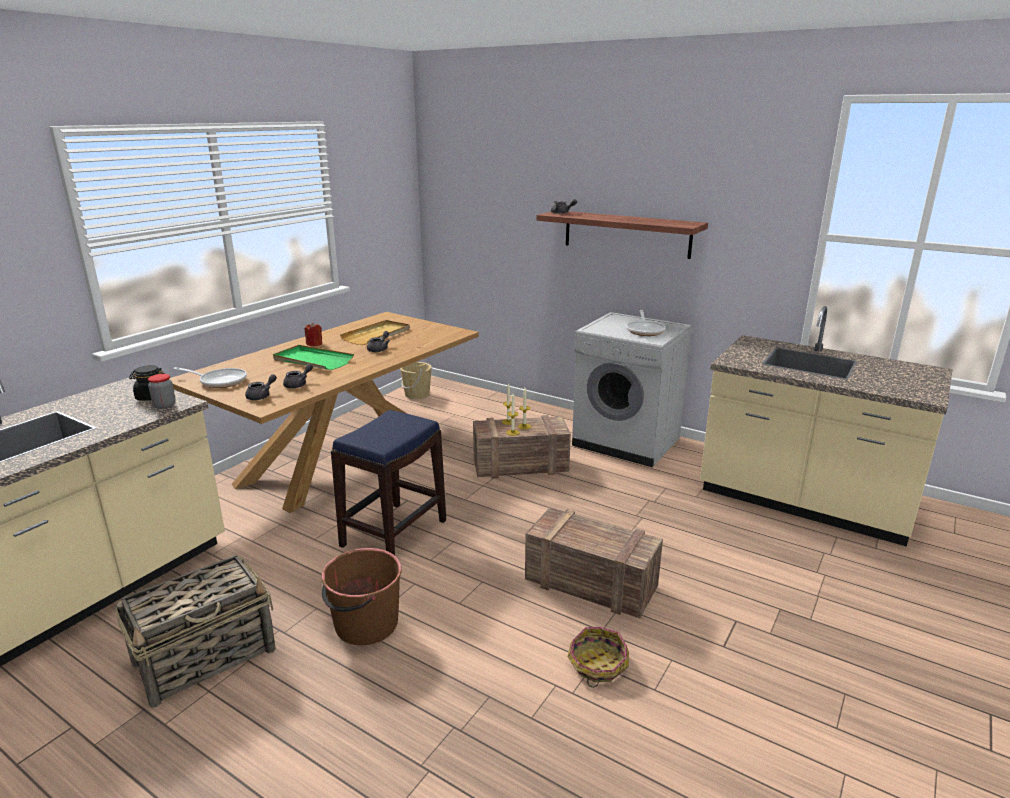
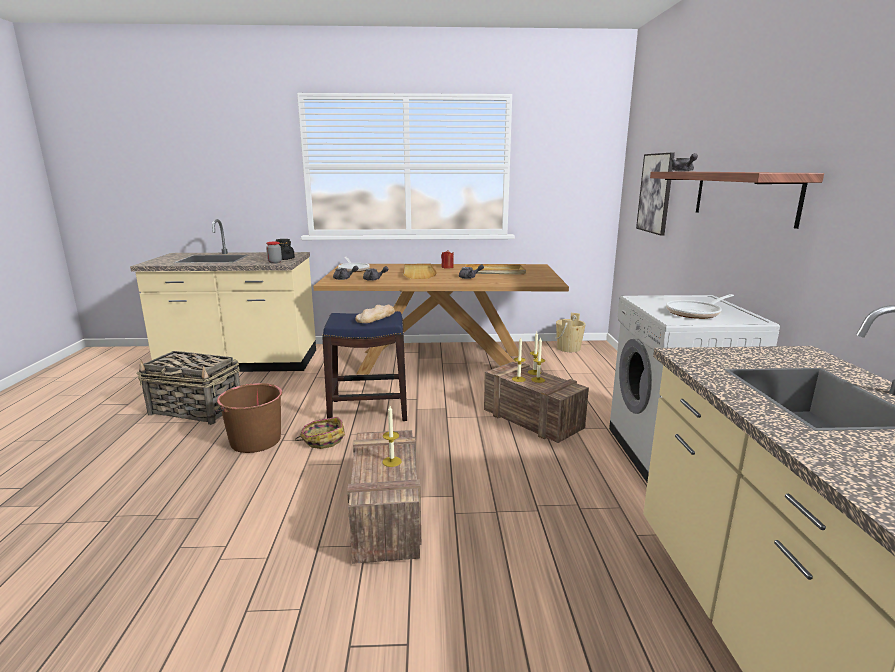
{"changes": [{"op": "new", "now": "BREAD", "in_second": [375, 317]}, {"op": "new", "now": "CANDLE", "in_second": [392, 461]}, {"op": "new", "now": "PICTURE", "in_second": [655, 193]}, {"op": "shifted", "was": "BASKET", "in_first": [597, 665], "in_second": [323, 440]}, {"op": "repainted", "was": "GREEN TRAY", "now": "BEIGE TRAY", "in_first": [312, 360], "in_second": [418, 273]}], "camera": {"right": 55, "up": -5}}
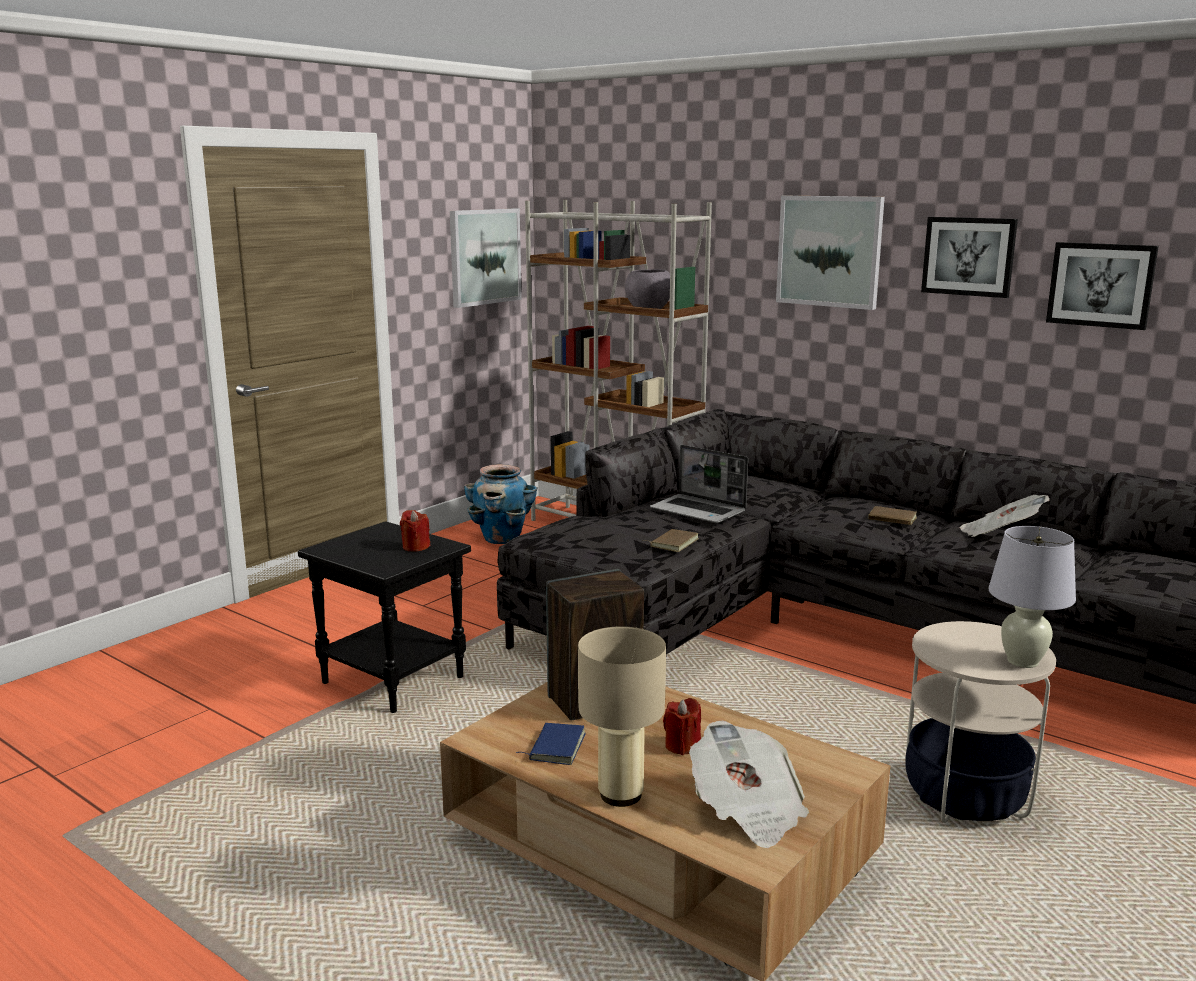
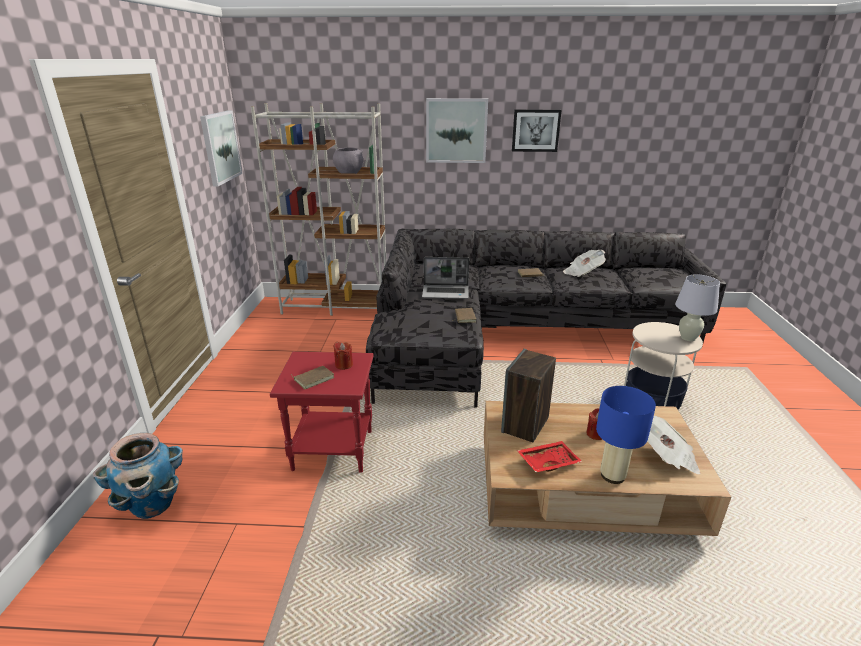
{"changes": [{"op": "gone", "was": "PICTURE", "in_first": [1101, 285]}, {"op": "new", "now": "BROWN BOOK", "in_second": [313, 378]}, {"op": "shifted", "was": "PLANTER", "in_first": [502, 538], "in_second": [153, 505]}, {"op": "swapped", "was": "BLUE BOOK", "now": "RED TRAY", "in_first": [555, 746], "in_second": [547, 462]}, {"op": "repainted", "was": "BLACK SIDE TABLE", "now": "RED SIDE TABLE", "in_first": [390, 681], "in_second": [332, 451]}, {"op": "repainted", "was": "BEIGE TABLE LAMP", "now": "BLUE TABLE LAMP", "in_first": [620, 794], "in_second": [612, 475]}], "camera": {"right": -35, "up": 10}}
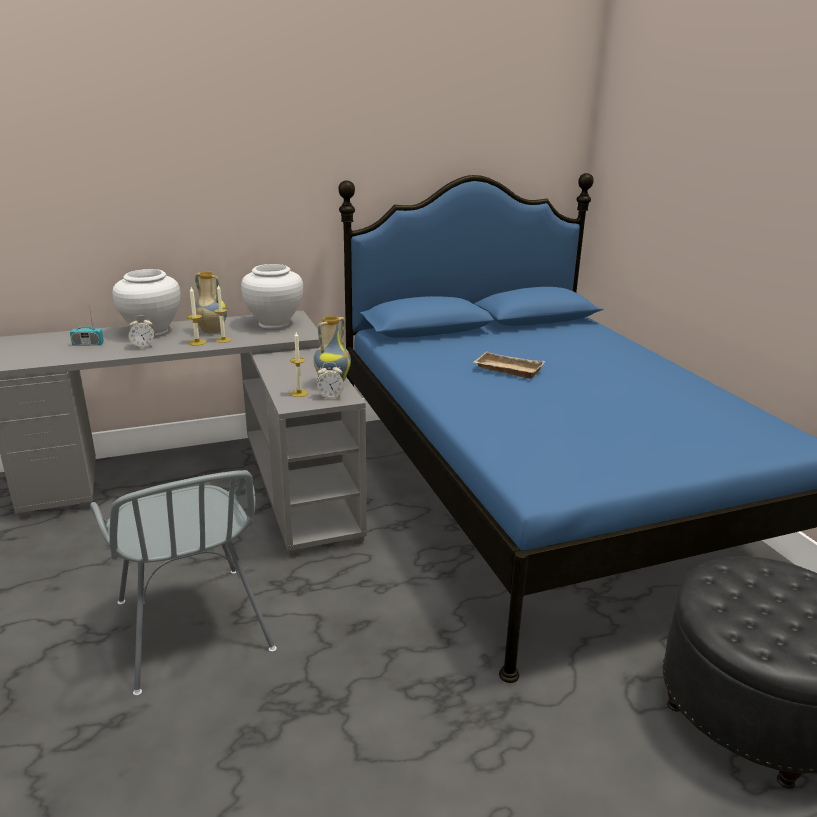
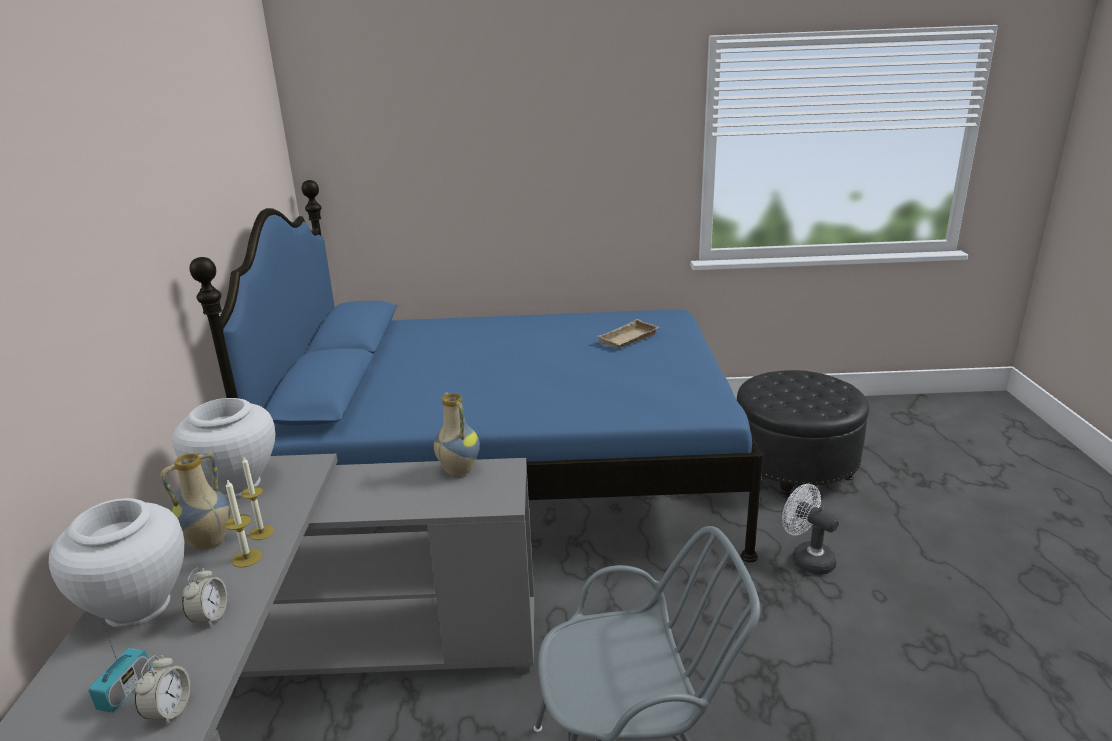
{"changes": [{"op": "gone", "was": "CANDLE", "in_first": [299, 393]}, {"op": "new", "now": "WHITE FAN", "in_second": [807, 558]}, {"op": "shifted", "was": "ALARM CLOCK", "in_first": [330, 396], "in_second": [169, 711]}, {"op": "shifted", "was": "BEIGE TRAY", "in_first": [507, 370], "in_second": [629, 339]}], "camera": {"right": -70, "up": 0}}
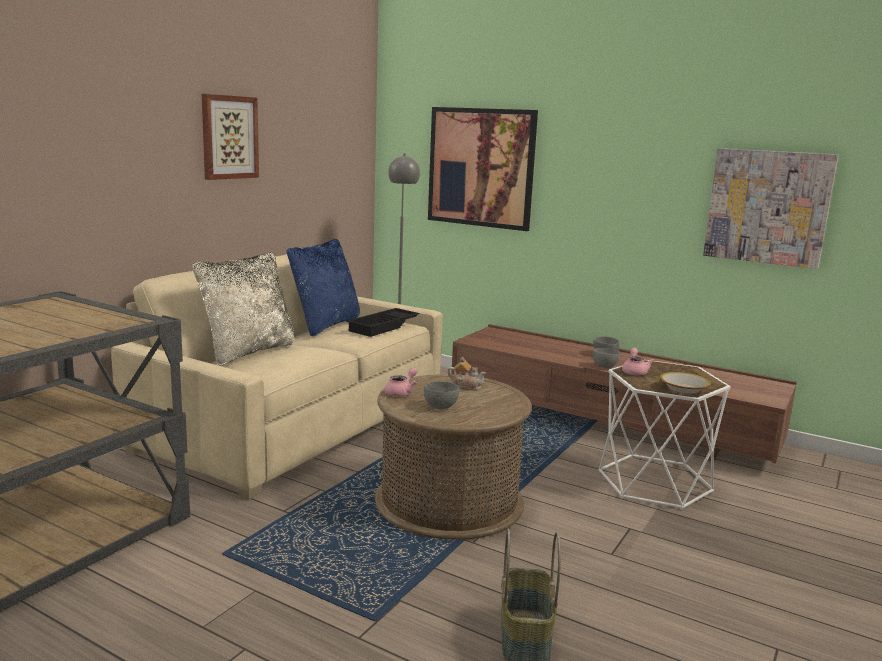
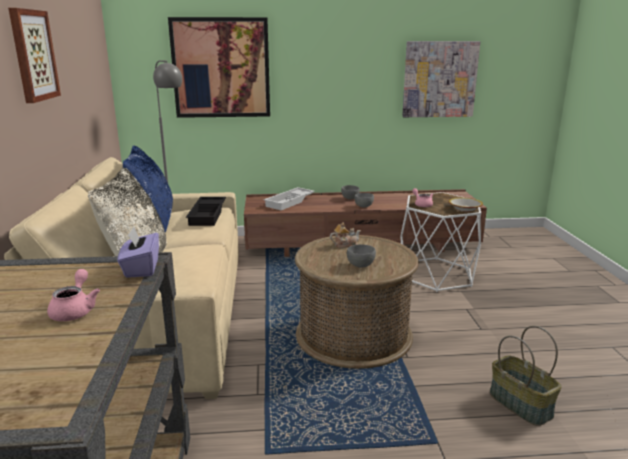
{"changes": [{"op": "new", "now": "PURPLE TISSUE BOX", "in_second": [141, 268]}, {"op": "new", "now": "WHITE TRAY", "in_second": [290, 202]}, {"op": "shifted", "was": "PINK TEAPOT", "in_first": [401, 392], "in_second": [75, 310]}], "camera": {"right": -35, "up": 5}}
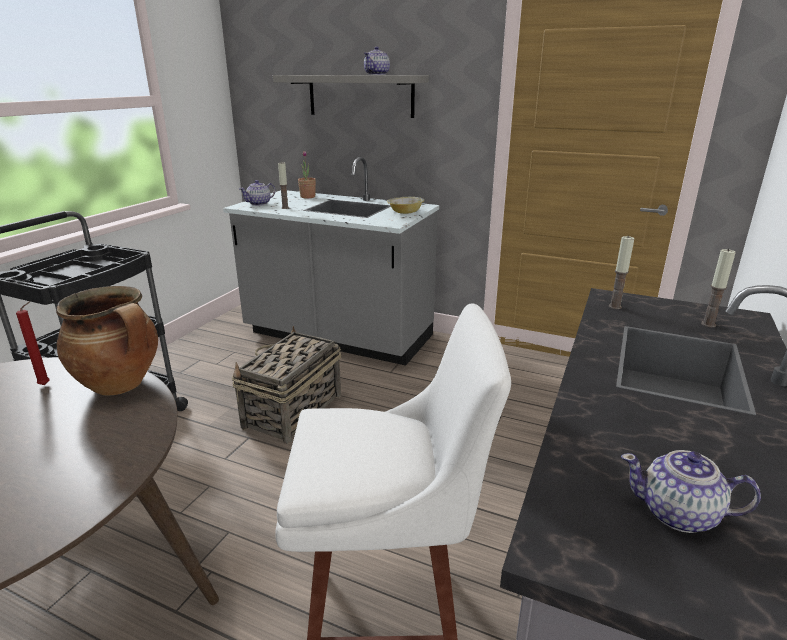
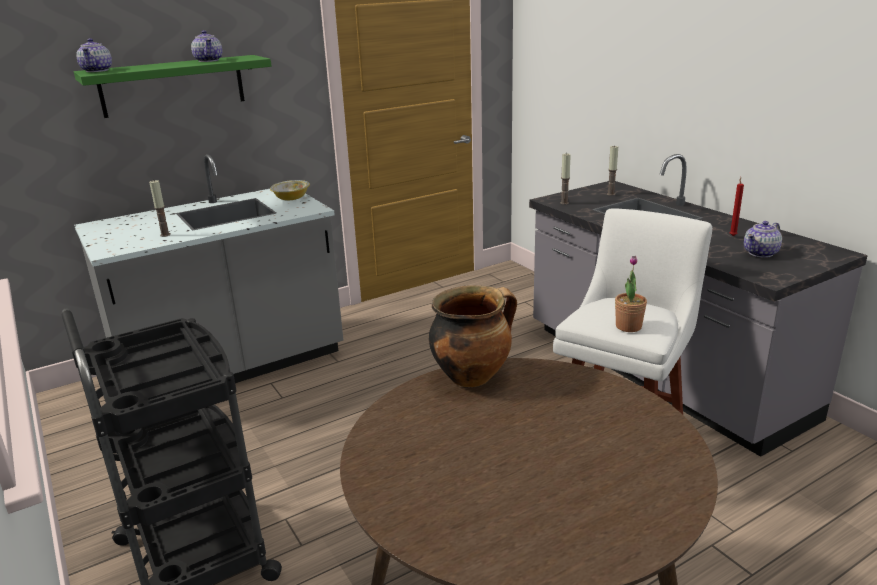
{"changes": [{"op": "gone", "was": "BASKET", "in_first": [292, 411]}, {"op": "shifted", "was": "RED CANDLE", "in_first": [46, 385], "in_second": [733, 235]}, {"op": "shifted", "was": "TEAPOT", "in_first": [259, 203], "in_second": [97, 70]}, {"op": "shifted", "was": "POTTED PLANT", "in_first": [307, 197], "in_second": [628, 326]}, {"op": "repainted", "was": "GREY SHELF", "now": "GREEN SHELF", "in_first": [360, 96], "in_second": [173, 86]}], "camera": {"right": -55, "up": 0}}
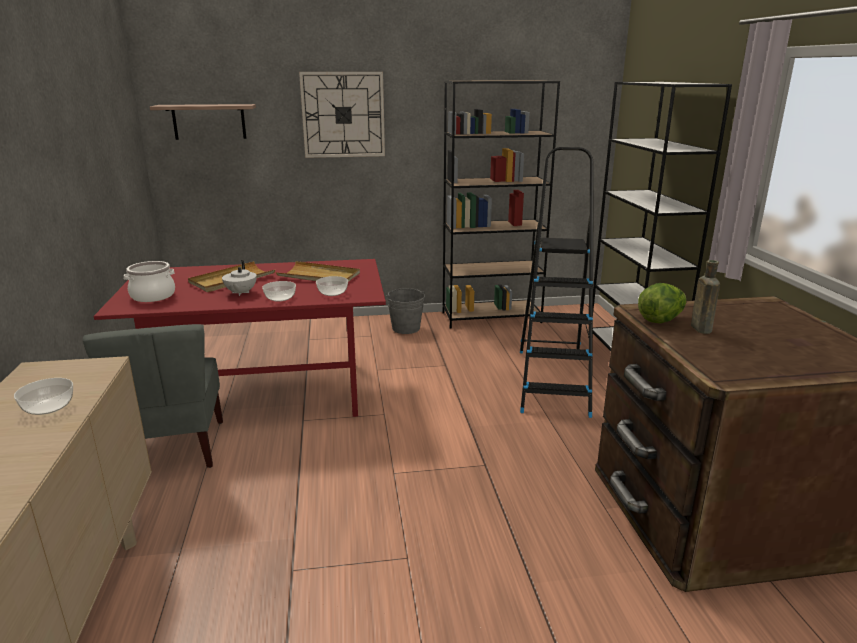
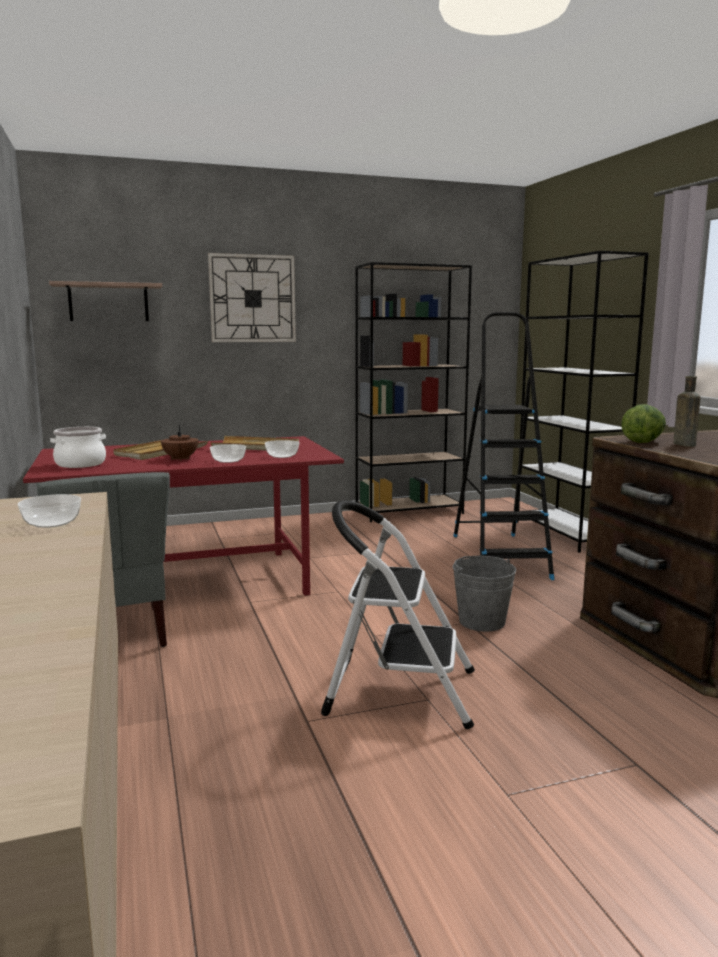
{"changes": [{"op": "new", "now": "STEP LADDER", "in_second": [396, 692]}, {"op": "shifted", "was": "GREY BUCKET", "in_first": [406, 328], "in_second": [482, 622]}, {"op": "repainted", "was": "WHITE TEAPOT", "now": "BROWN TEAPOT", "in_first": [240, 293], "in_second": [180, 459]}], "camera": {"right": -10, "up": -10}}
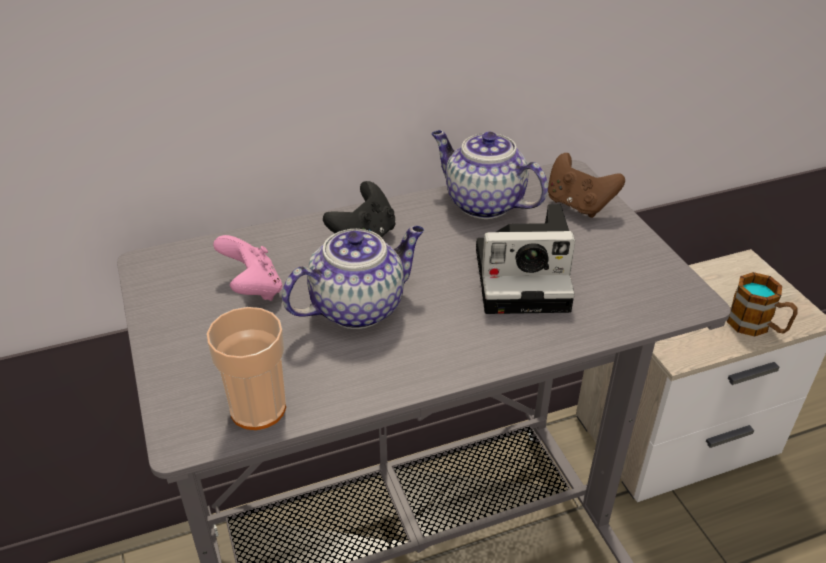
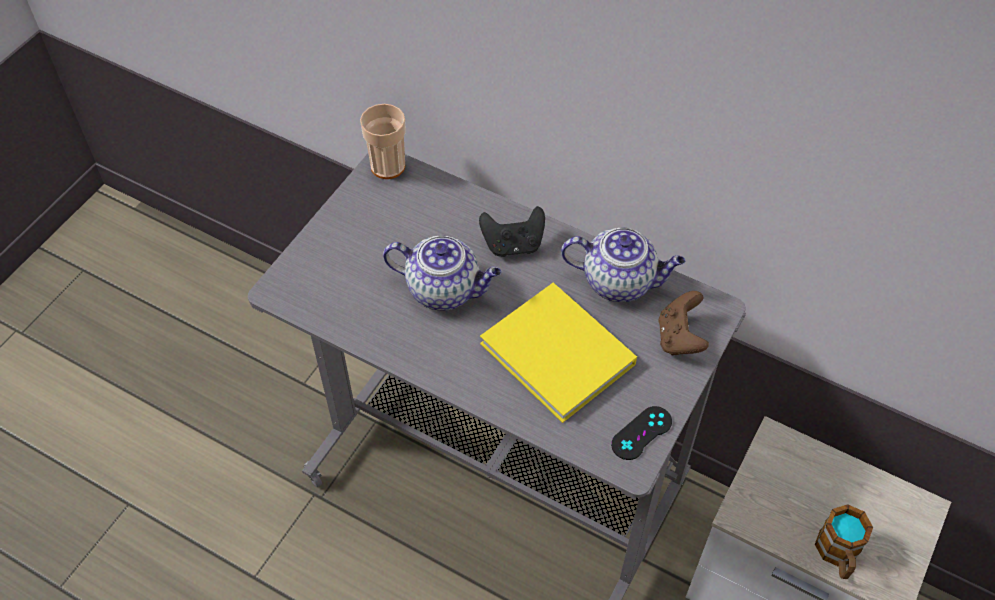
{"changes": [{"op": "gone", "was": "PINK GAME CONTROLLER", "in_first": [253, 289]}, {"op": "new", "now": "BLACK GAME CONTROLLER", "in_second": [641, 433]}, {"op": "shifted", "was": "CUP", "in_first": [258, 409], "in_second": [388, 166]}, {"op": "swapped", "was": "PHOTO CAMERA", "now": "YELLOW BOOK", "in_first": [526, 277], "in_second": [560, 357]}, {"op": "rotated", "was": "TEAPOT", "in_first": [482, 203], "in_second": [620, 281], "clockwise": 105}], "camera": {"right": 50, "up": 15}}
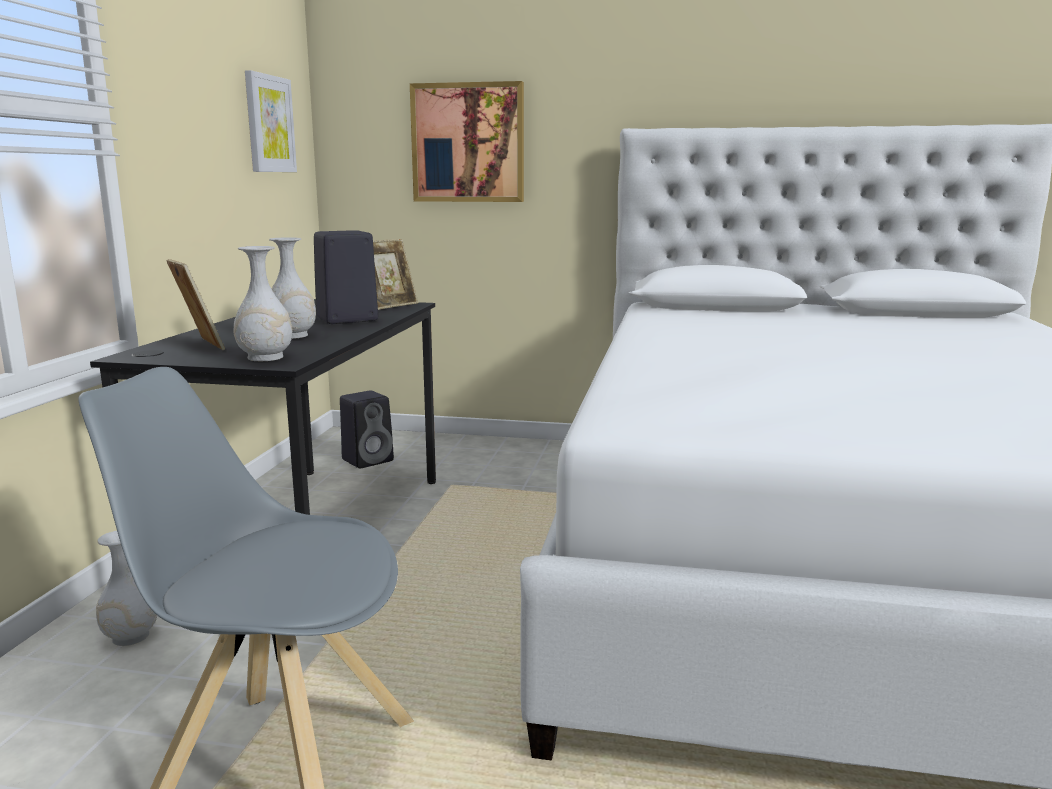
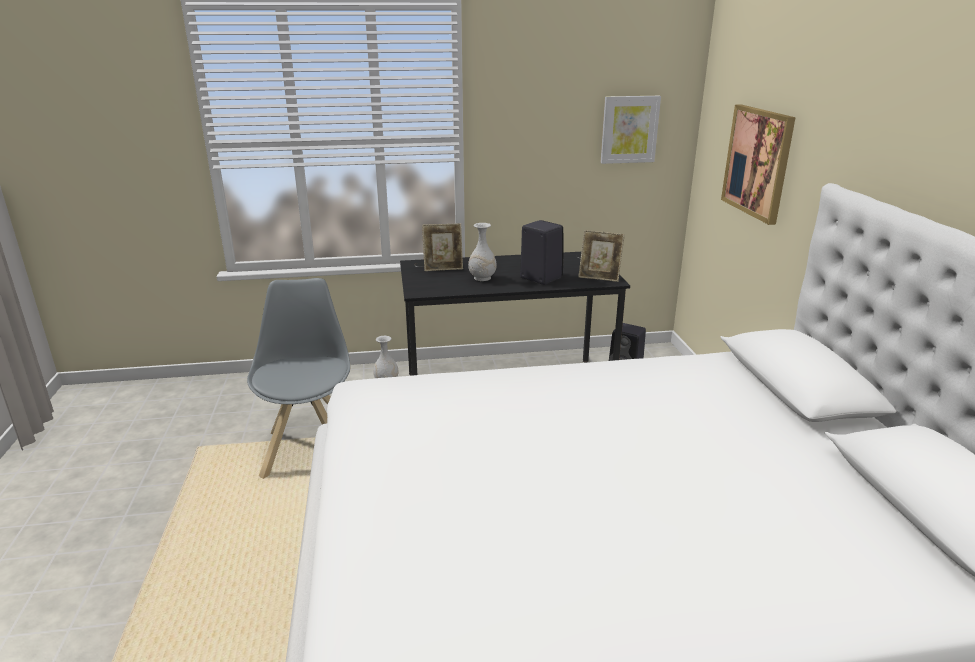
{"changes": [{"op": "gone", "was": "WHITE VASE", "in_first": [265, 358]}, {"op": "rotated", "was": "PICTURE FRAME", "in_first": [199, 345], "in_second": [443, 268], "clockwise": 45}], "camera": {"right": 70, "up": 10}}
